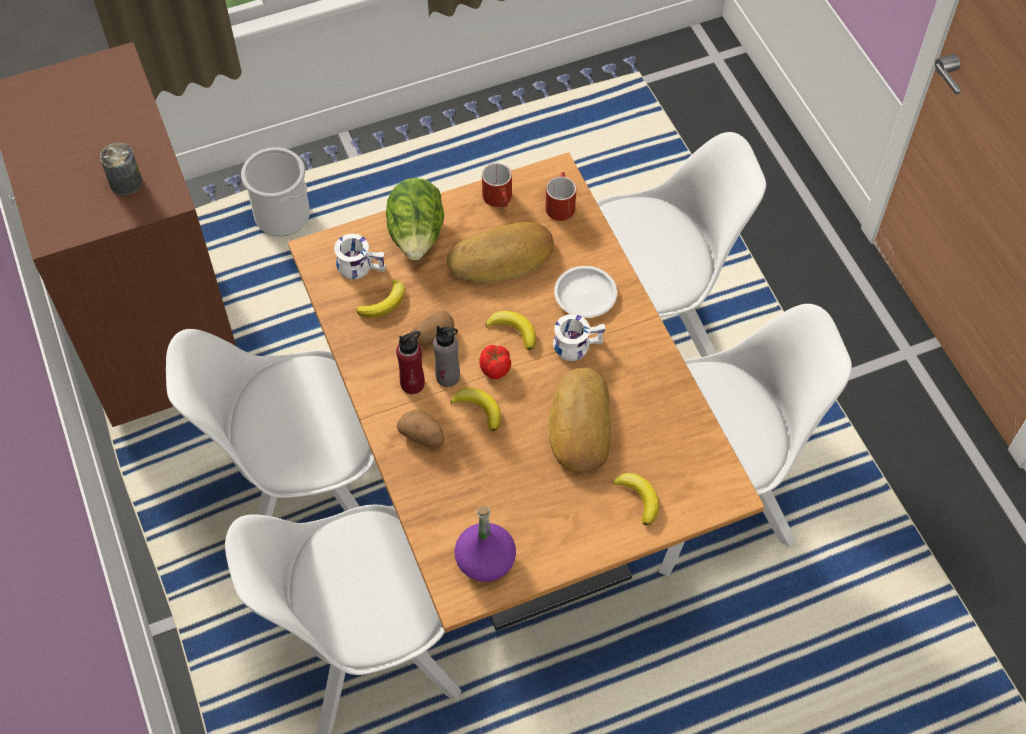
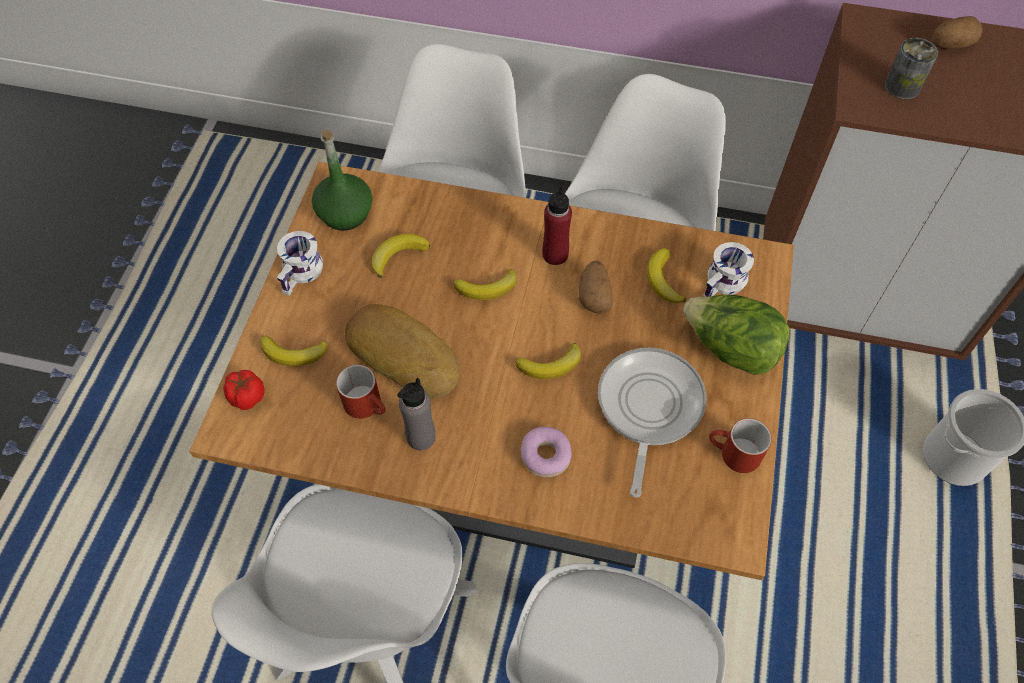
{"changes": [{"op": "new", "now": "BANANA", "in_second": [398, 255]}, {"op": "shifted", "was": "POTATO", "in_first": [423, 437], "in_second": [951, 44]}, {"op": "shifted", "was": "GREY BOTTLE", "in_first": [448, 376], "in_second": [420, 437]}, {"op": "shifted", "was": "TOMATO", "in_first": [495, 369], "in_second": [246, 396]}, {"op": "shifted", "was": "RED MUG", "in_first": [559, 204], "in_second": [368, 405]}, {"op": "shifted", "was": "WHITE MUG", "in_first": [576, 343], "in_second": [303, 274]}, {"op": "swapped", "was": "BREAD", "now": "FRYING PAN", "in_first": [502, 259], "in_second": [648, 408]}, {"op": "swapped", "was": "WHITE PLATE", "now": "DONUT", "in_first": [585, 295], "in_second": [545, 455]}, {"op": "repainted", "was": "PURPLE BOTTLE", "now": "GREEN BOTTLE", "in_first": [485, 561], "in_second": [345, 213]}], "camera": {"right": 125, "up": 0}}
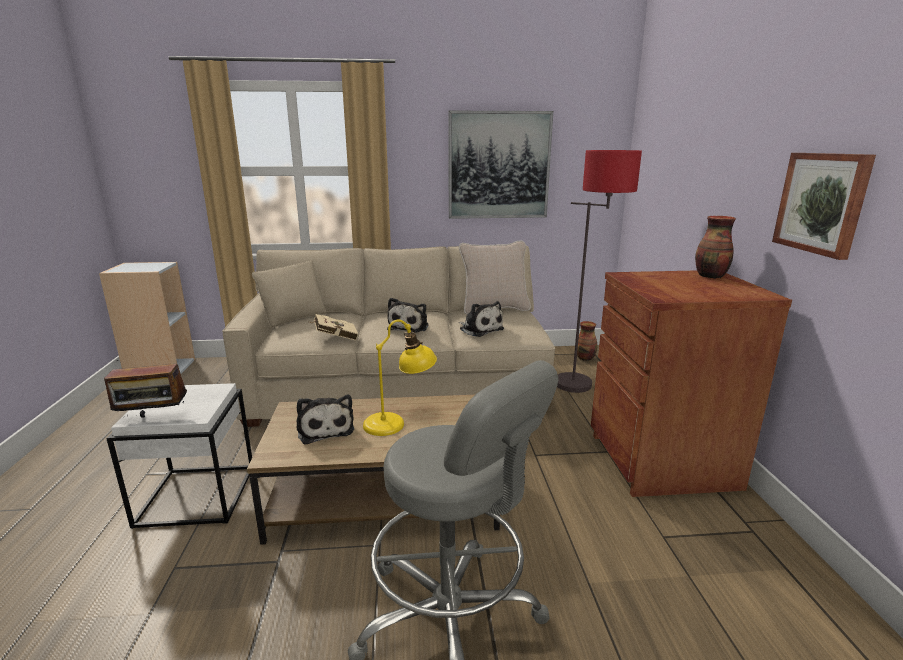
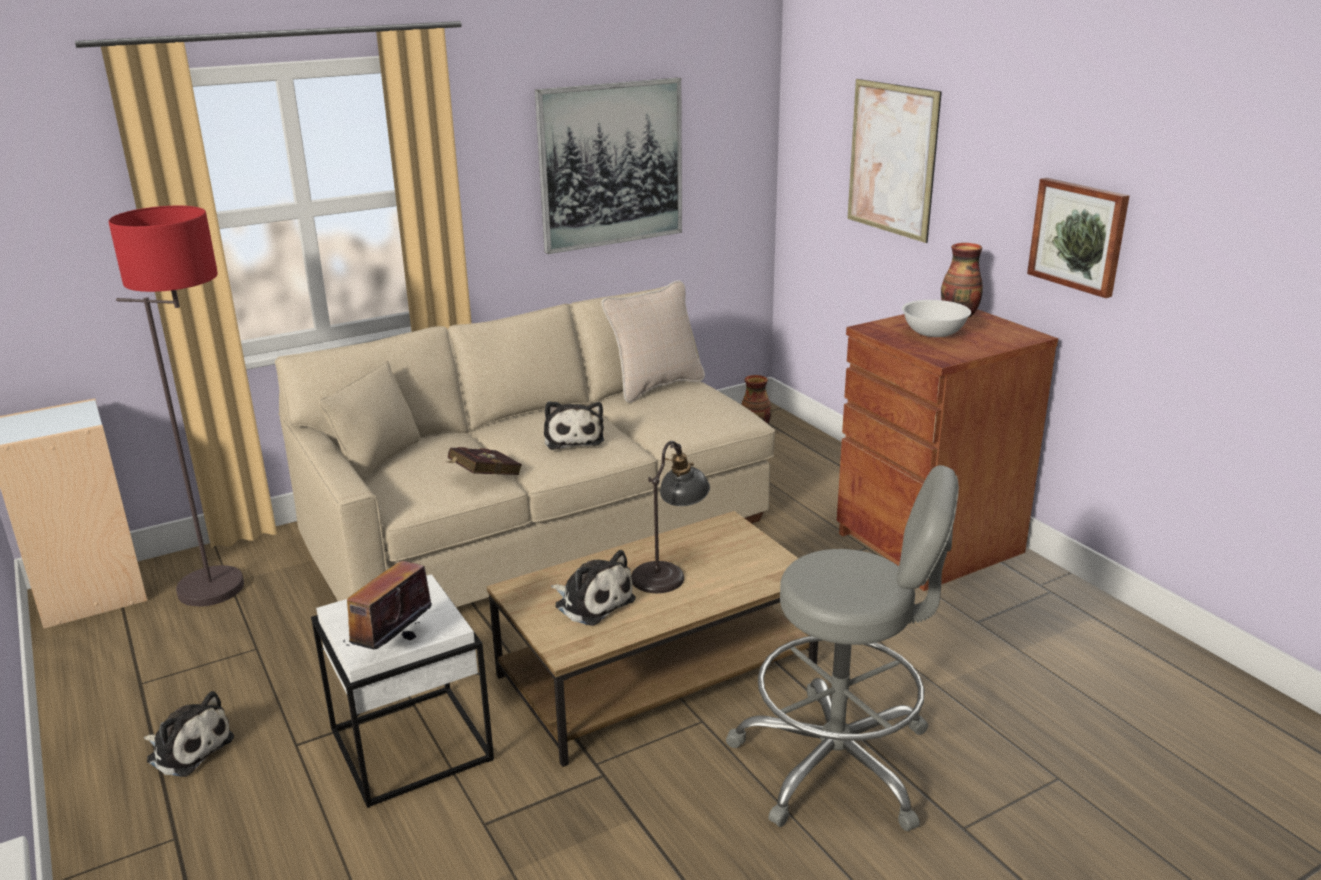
{"changes": [{"op": "new", "now": "PICTURE", "in_second": [892, 159]}, {"op": "new", "now": "WHITE BOWL", "in_second": [934, 333]}, {"op": "shifted", "was": "PLUSH TOY", "in_first": [480, 329], "in_second": [188, 748]}, {"op": "shifted", "was": "RED FLOOR LAMP", "in_first": [583, 387], "in_second": [229, 590]}, {"op": "repainted", "was": "BEIGE BOOK", "now": "RED BOOK", "in_first": [334, 338], "in_second": [483, 478]}, {"op": "repainted", "was": "YELLOW TABLE LAMP", "now": "GREY TABLE LAMP", "in_first": [399, 419], "in_second": [669, 567]}, {"op": "rotated", "was": "RADIO", "in_first": [153, 419], "in_second": [392, 646], "clockwise": 150}], "camera": {"right": -25, "up": 5}}
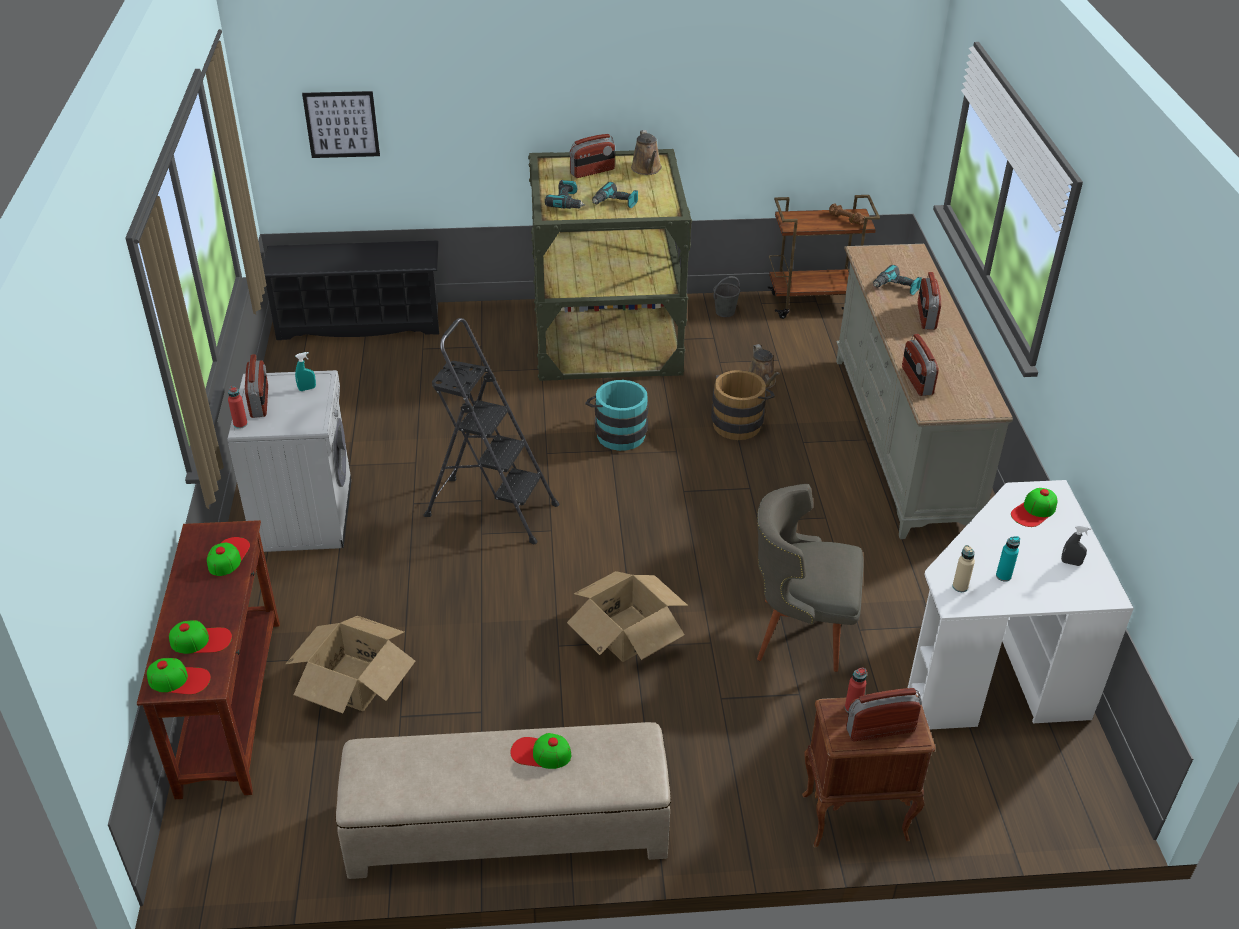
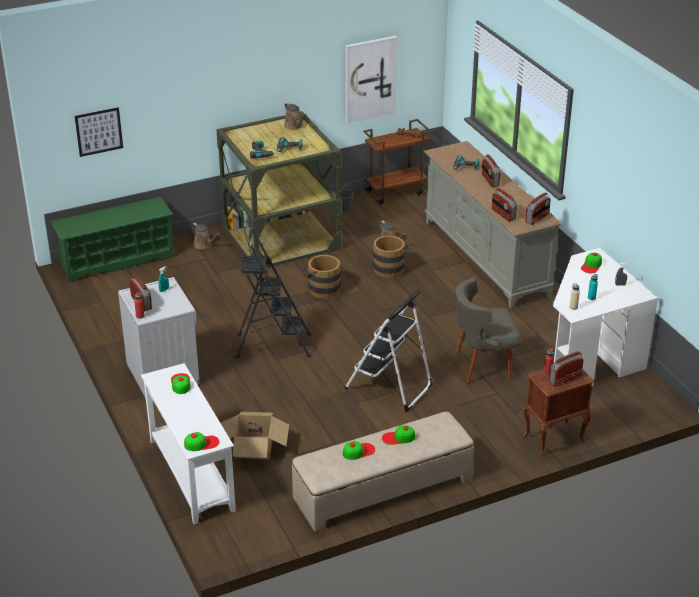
{"changes": [{"op": "new", "now": "BROWN WATERING CAN", "in_second": [204, 245]}, {"op": "new", "now": "PICTURE", "in_second": [370, 79]}, {"op": "shifted", "was": "CAP", "in_first": [201, 640], "in_second": [358, 451]}, {"op": "shifted", "was": "RADIO", "in_first": [592, 172], "in_second": [537, 218]}, {"op": "swapped", "was": "CARDBOARD BOX", "now": "STEP LADDER", "in_first": [627, 633], "in_second": [390, 388]}, {"op": "repainted", "was": "BROWN CONSOLE TABLE", "now": "WHITE CONSOLE TABLE", "in_first": [230, 705], "in_second": [191, 475]}, {"op": "repainted", "was": "BLACK SHOE RACK", "now": "GREEN SHOE RACK", "in_first": [360, 322], "in_second": [117, 261]}, {"op": "repainted", "was": "TURQUOISE BUCKET", "now": "BROWN BUCKET", "in_first": [618, 432], "in_second": [321, 288]}], "camera": {"right": -20, "up": -5}}
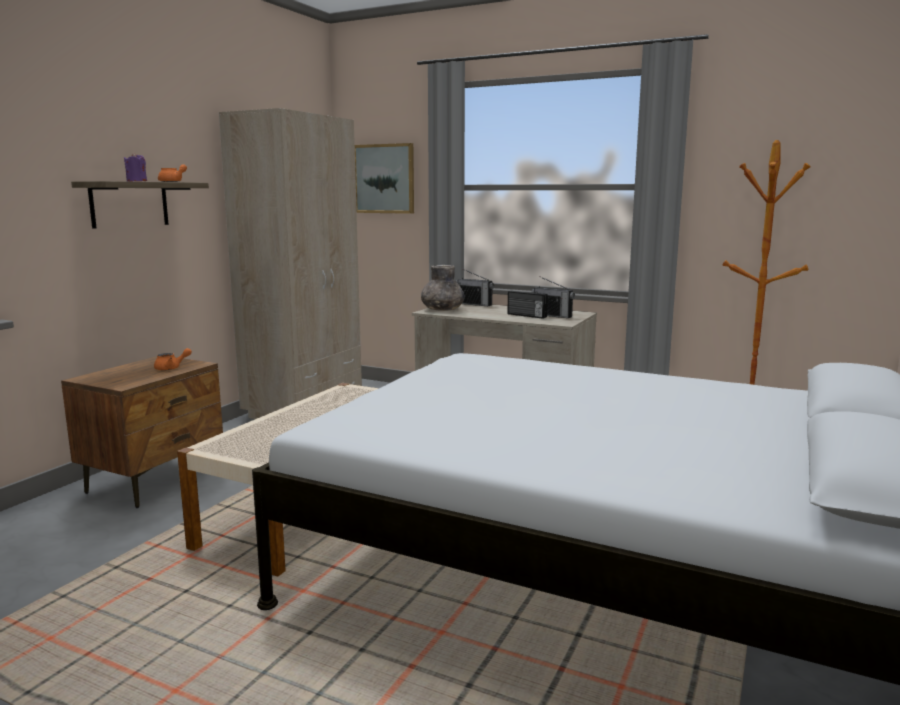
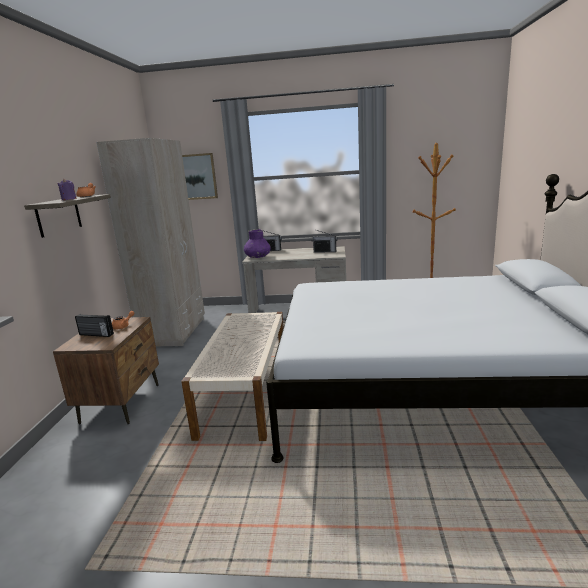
{"changes": [{"op": "shifted", "was": "RADIO", "in_first": [526, 315], "in_second": [96, 334]}, {"op": "repainted", "was": "GREY VASE", "now": "PURPLE VASE", "in_first": [442, 310], "in_second": [258, 257]}], "camera": {"right": -20, "up": 5}}
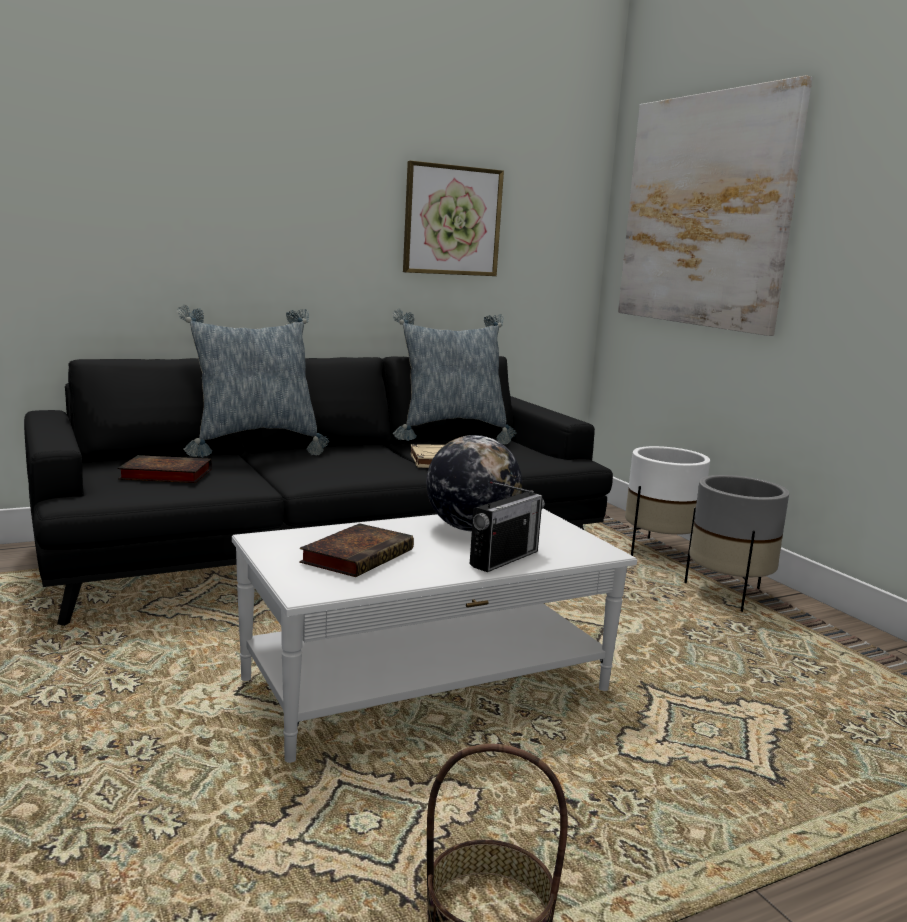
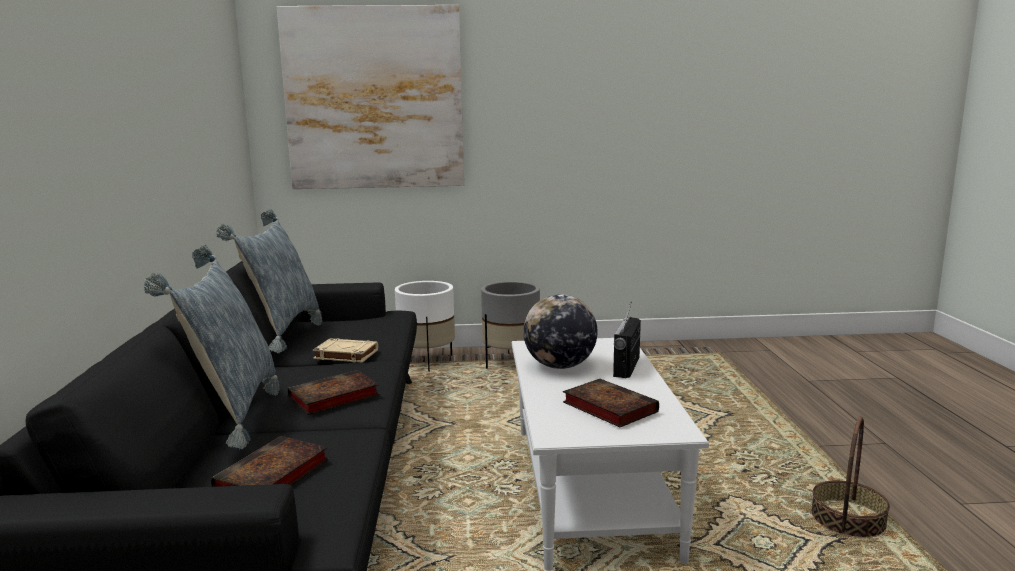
{"changes": [{"op": "gone", "was": "PICTURE", "in_first": [452, 220]}, {"op": "new", "now": "BOOK", "in_second": [332, 398]}, {"op": "rotated", "was": "RADIO", "in_first": [504, 559], "in_second": [626, 367], "clockwise": -135}], "camera": {"right": -65, "up": 0}}
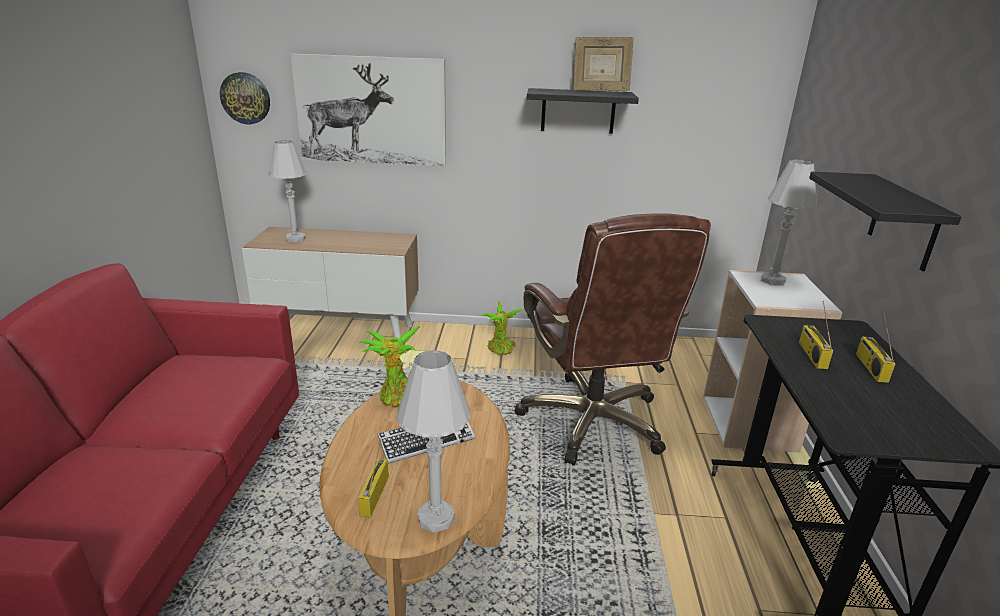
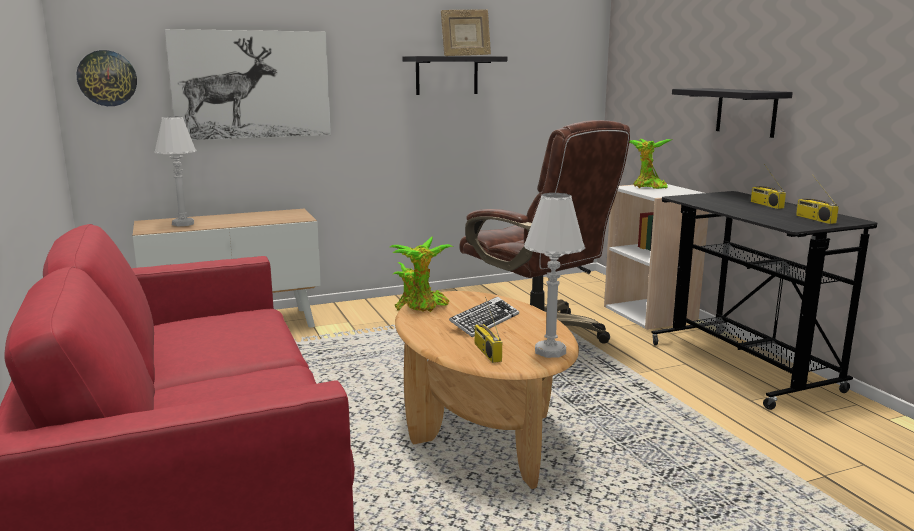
{"changes": [{"op": "shifted", "was": "RADIO", "in_first": [811, 354], "in_second": [814, 219]}, {"op": "swapped", "was": "WHITE TABLE LAMP", "now": "POTTED PLANT", "in_first": [772, 281], "in_second": [647, 187]}], "camera": {"right": -25, "up": -10}}
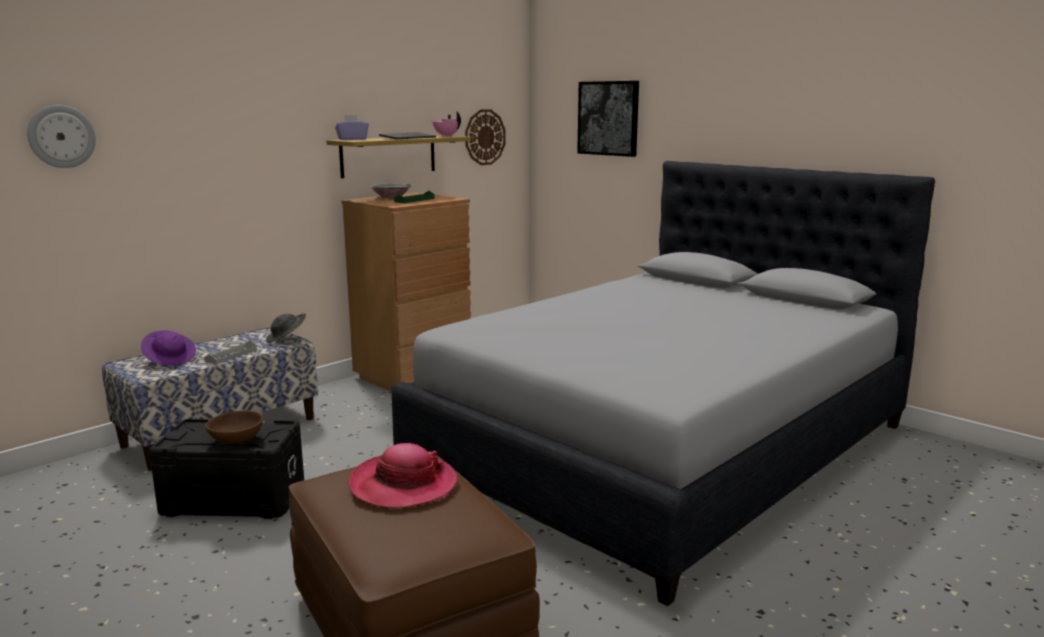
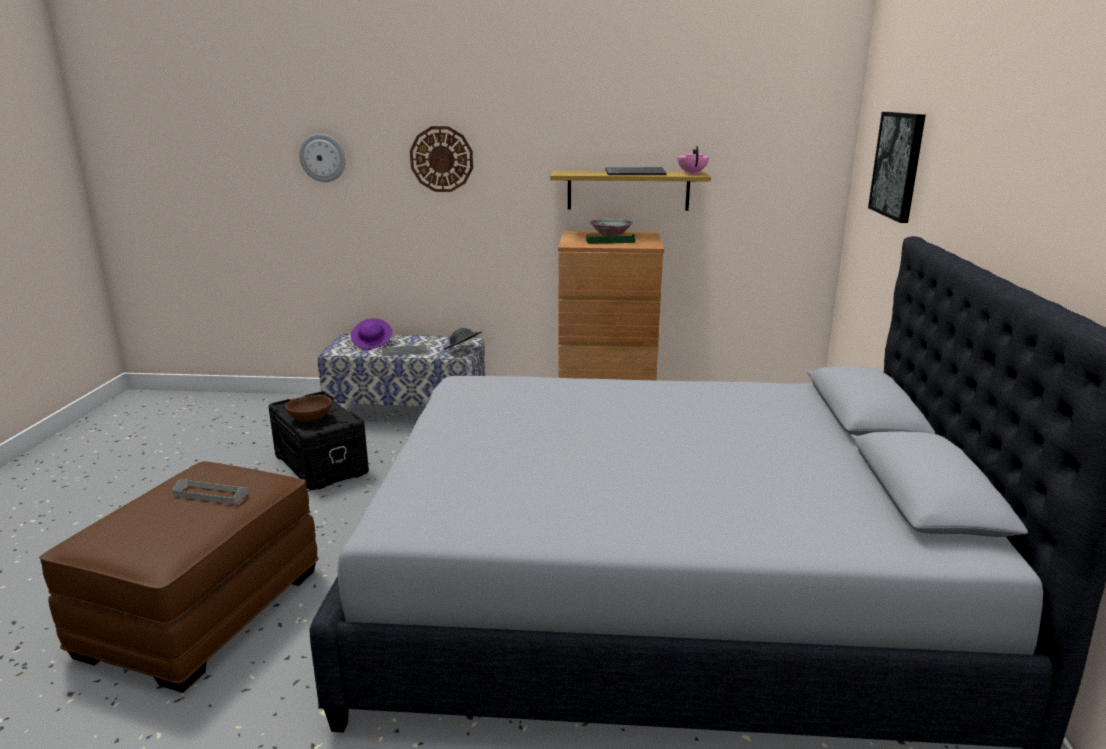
{"changes": [{"op": "gone", "was": "PURPLE TISSUE BOX", "in_first": [352, 139]}, {"op": "shifted", "was": "WALL CLOCK", "in_first": [485, 137], "in_second": [441, 159]}, {"op": "swapped", "was": "HAT", "now": "GREY TRAY", "in_first": [403, 485], "in_second": [211, 494]}], "camera": {"right": 50, "up": 5}}
